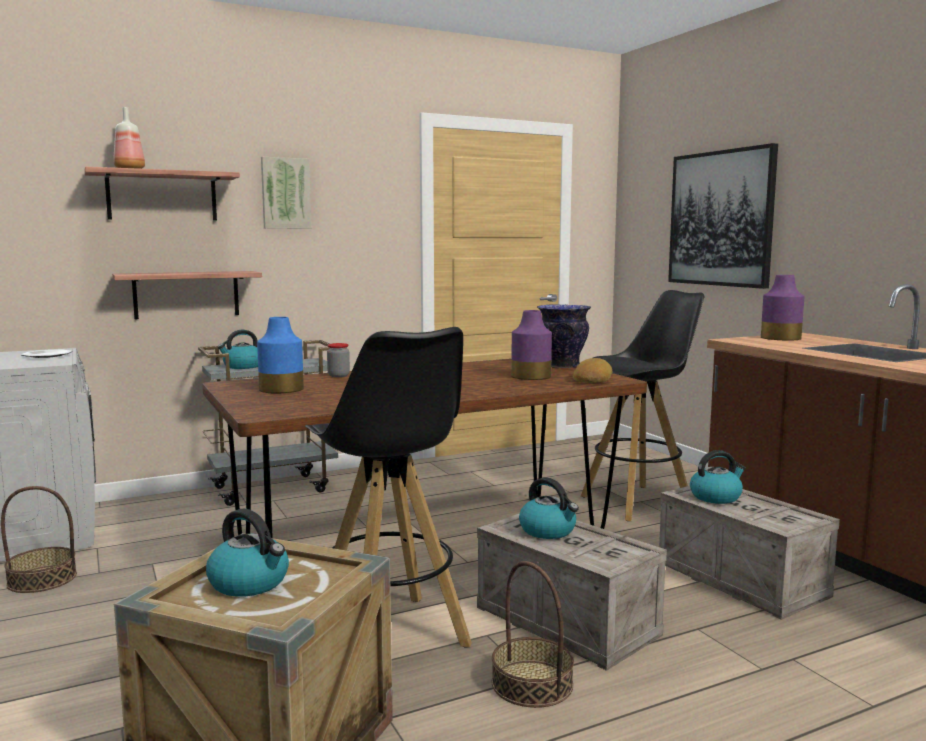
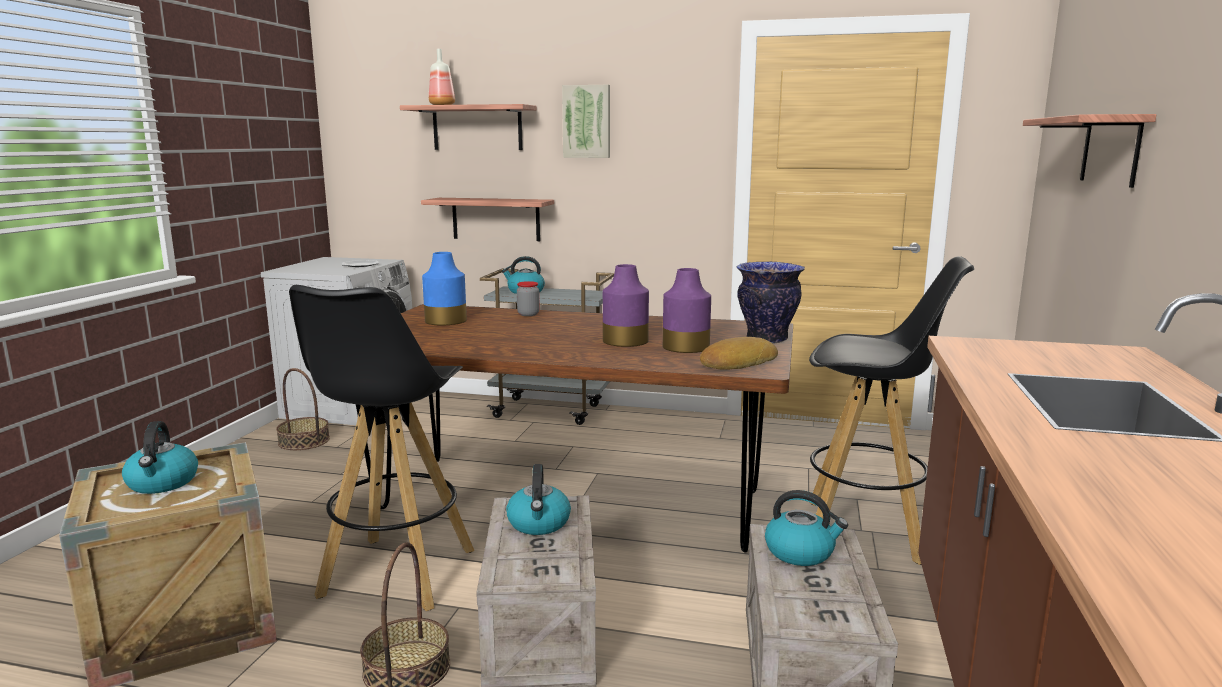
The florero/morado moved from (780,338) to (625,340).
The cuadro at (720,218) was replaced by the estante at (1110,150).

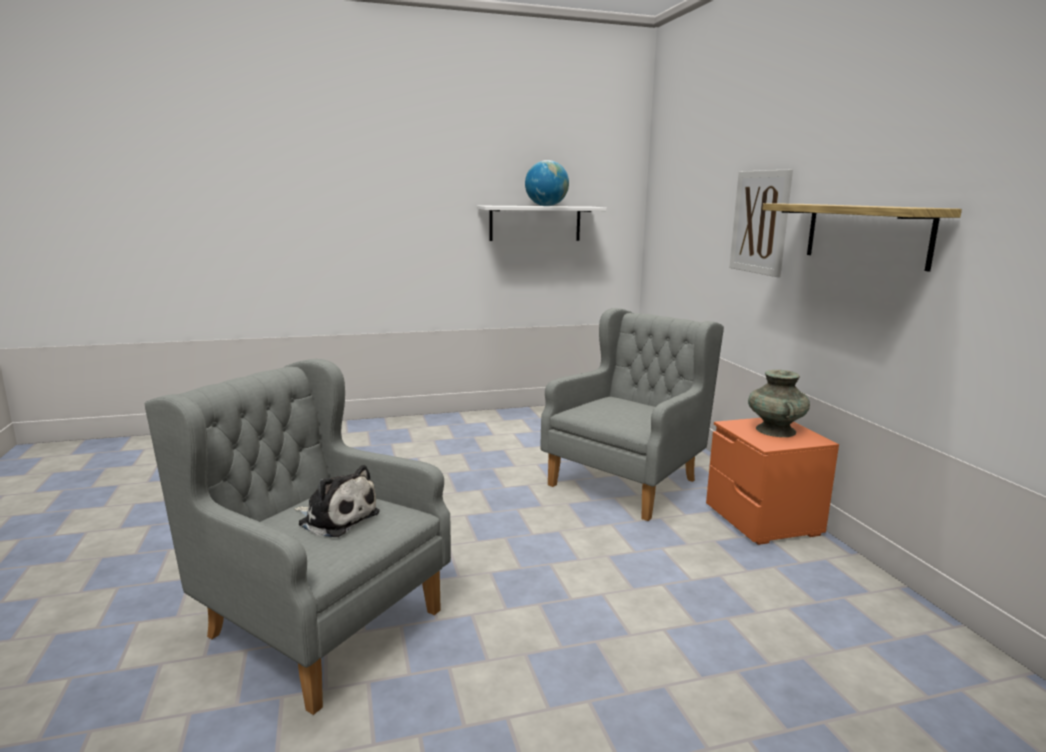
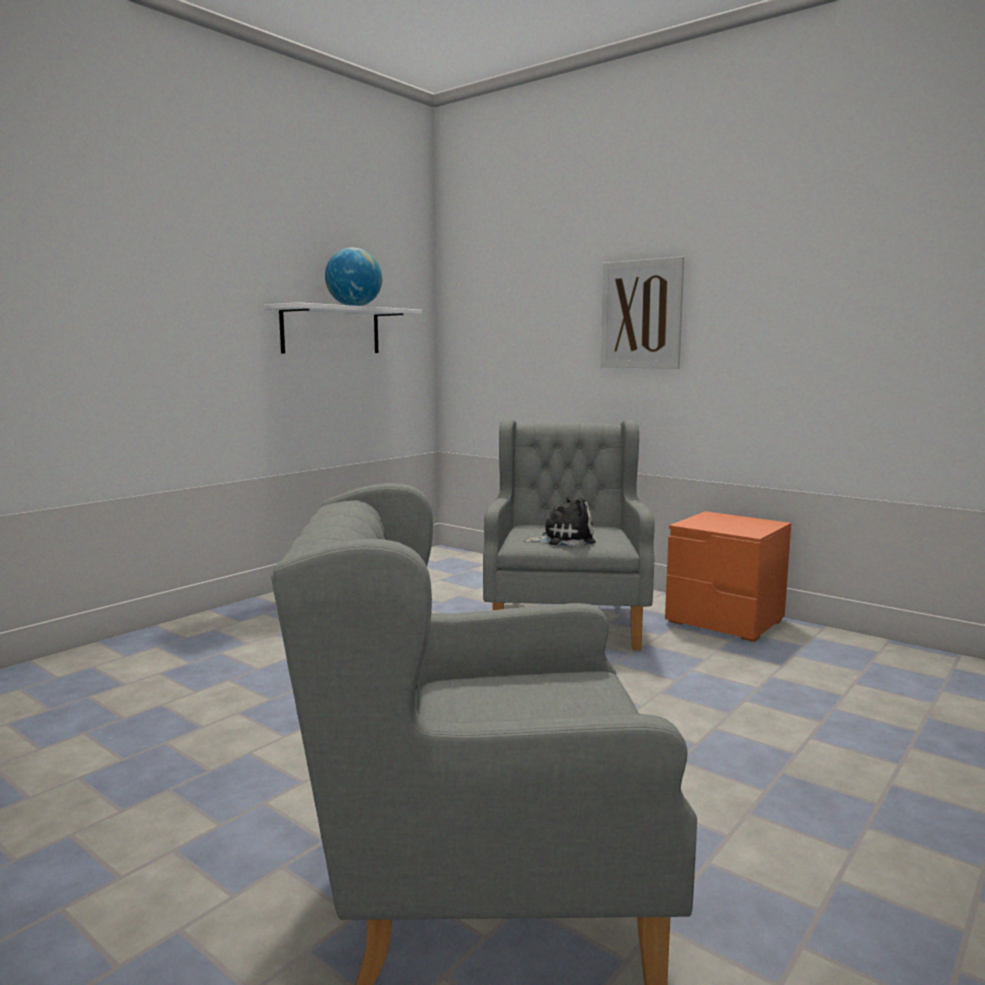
The peluche moved from (336,518) to (564,539).
The florero/turquesa at (775,430) disappeared.
The estante at (866,234) disappeared.

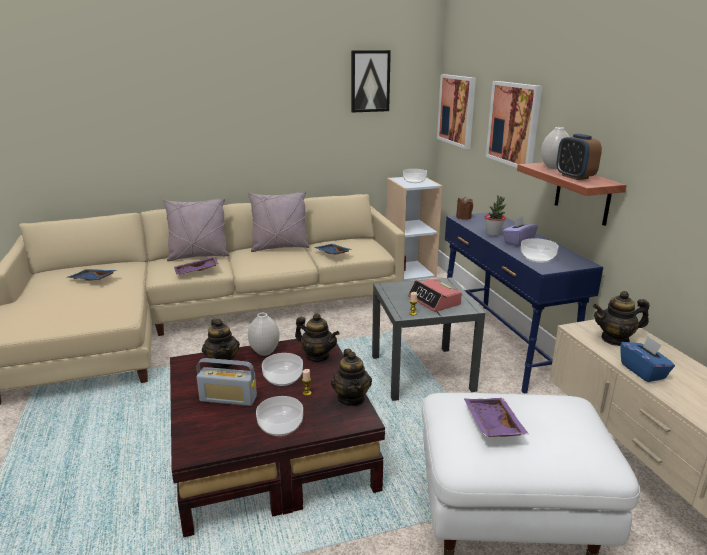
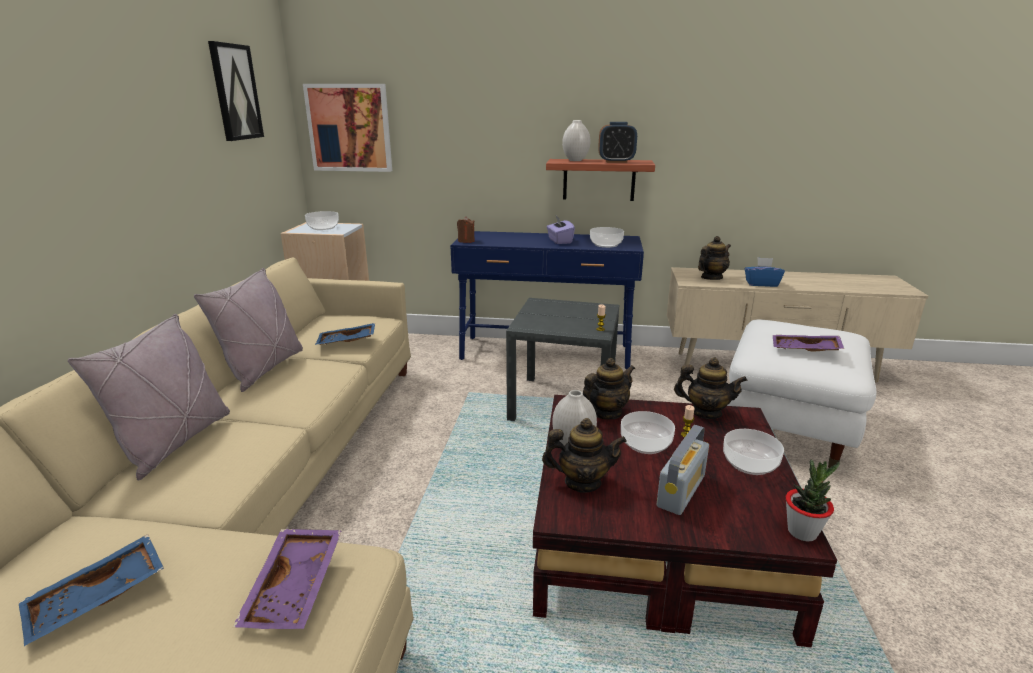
The bandeja/morado moved from (196,271) to (296,588).
The tetera at (615,339) turned 150 degrees counterclockwise.
The planta en maceta moved from (493,234) to (802,532).
The despertador at (434,301) disappeared.
The cuadro at (514,124) disappeared.

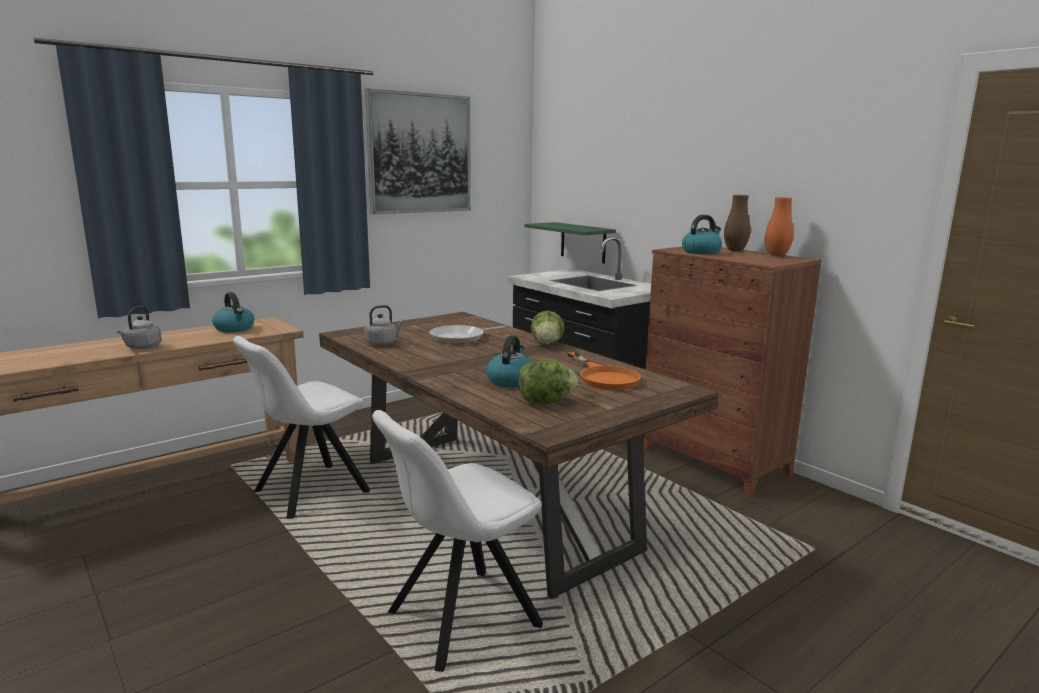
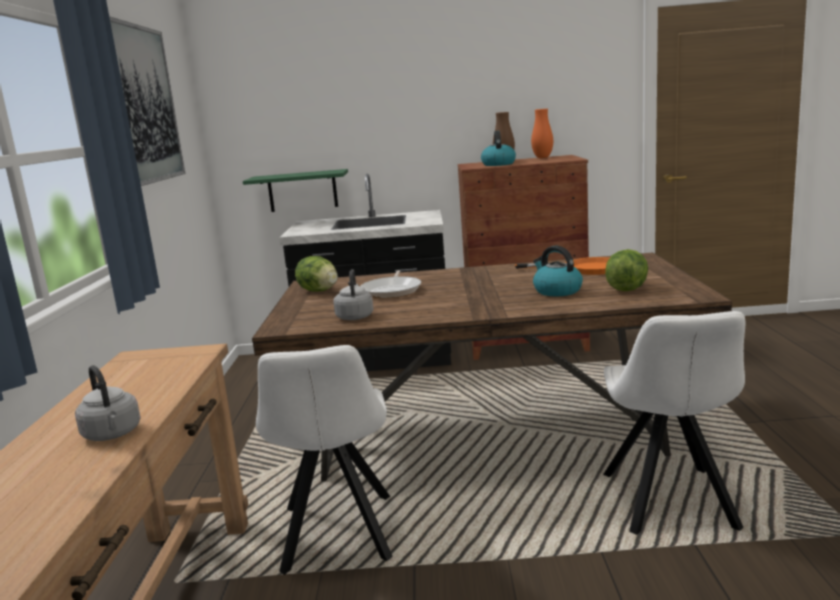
The lechuga moved from (547,344) to (319,291).
The hervidor at (235,329) disappeared.

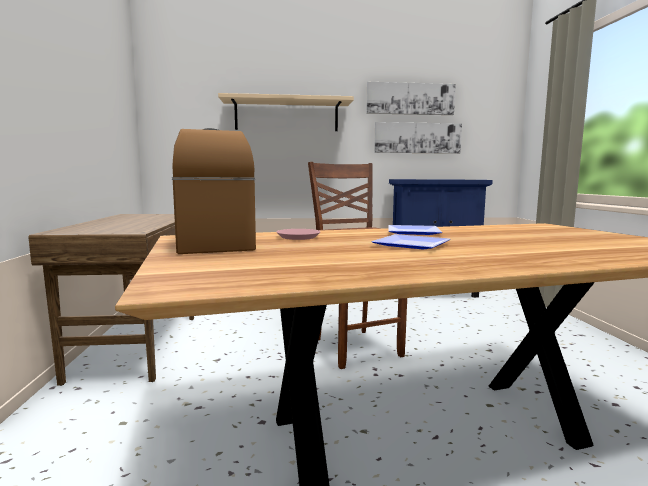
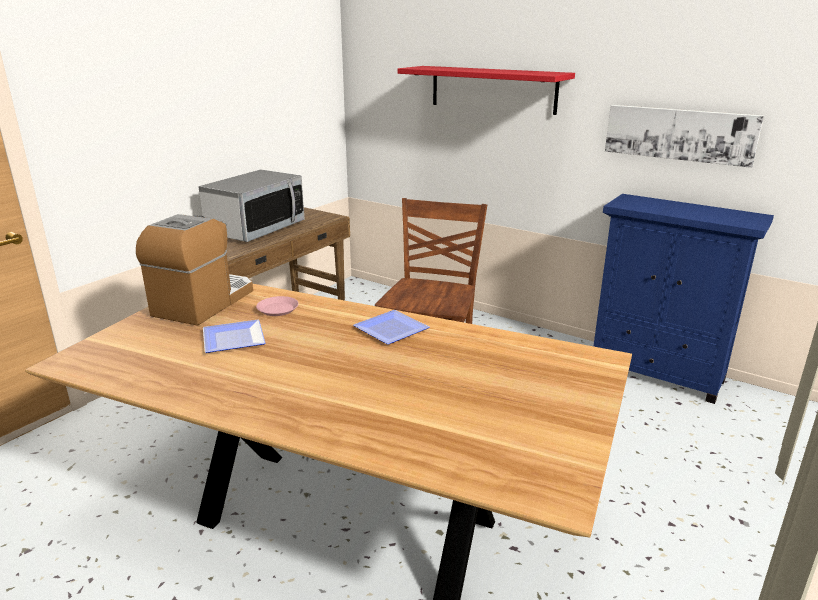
The microondas at (256,229) appeared.
The plato moved from (408,245) to (231,338).
The estante/beis at (286,115) became the estante/rojo at (492,89).
The cuadro at (410,99) disappeared.

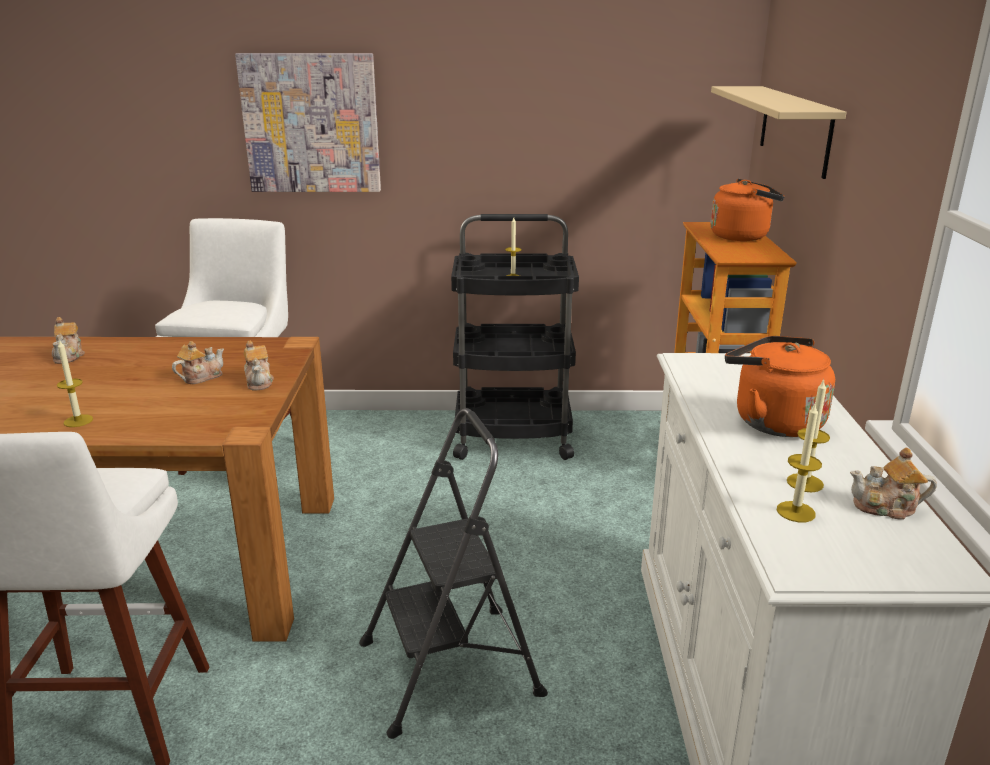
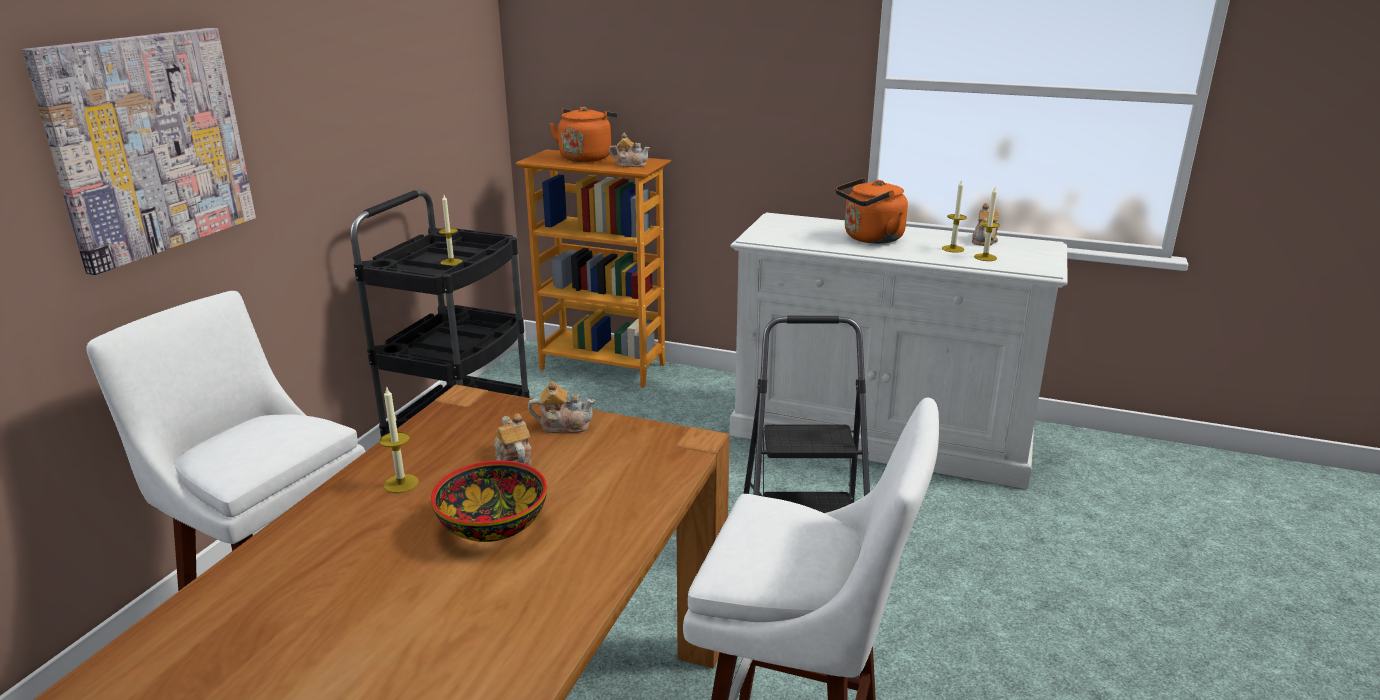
The vela moved from (78,421) to (401,483).
The cuenco at (491,525) appeared.
The tetera moved from (69,356) to (630,165).
The estante/beis at (794,129) disappeared.

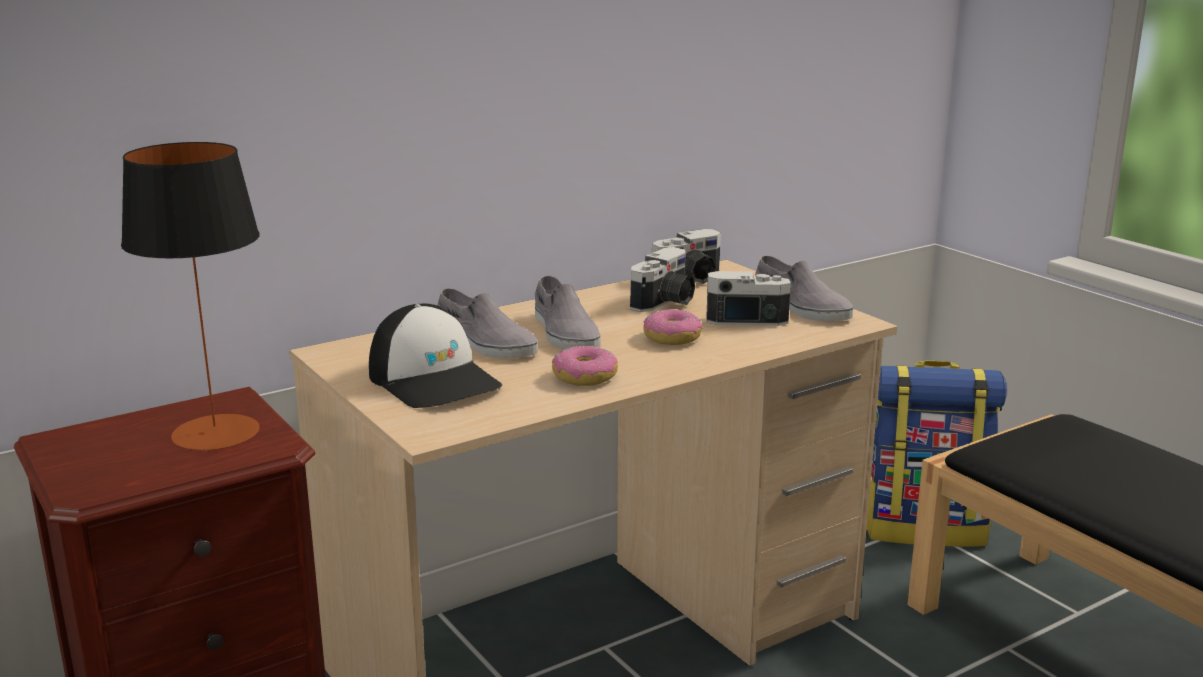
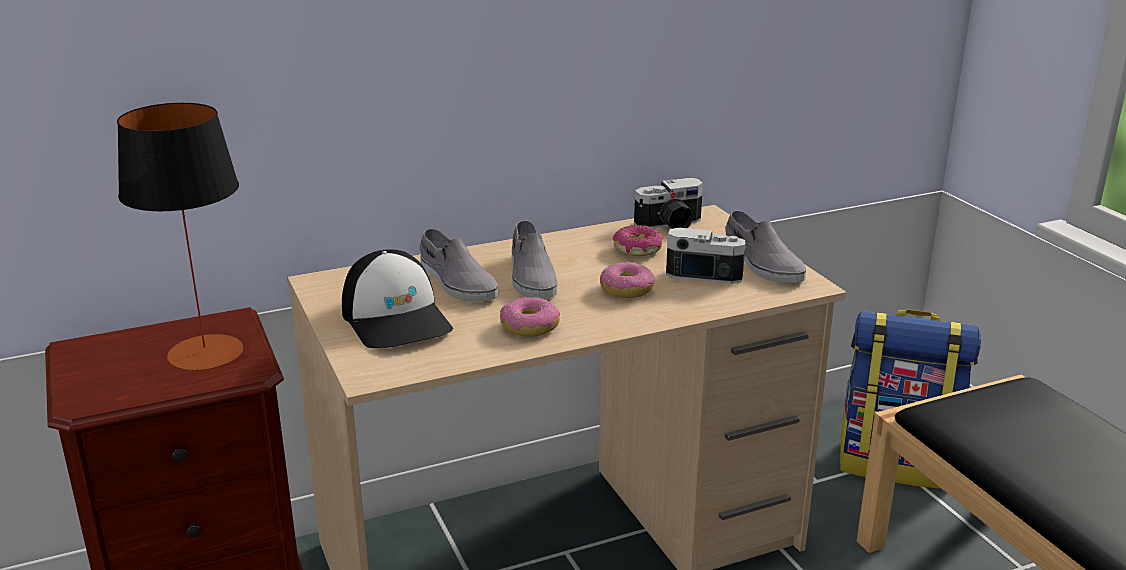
The cámara at (666,302) was replaced by the rosquilla at (637,249).

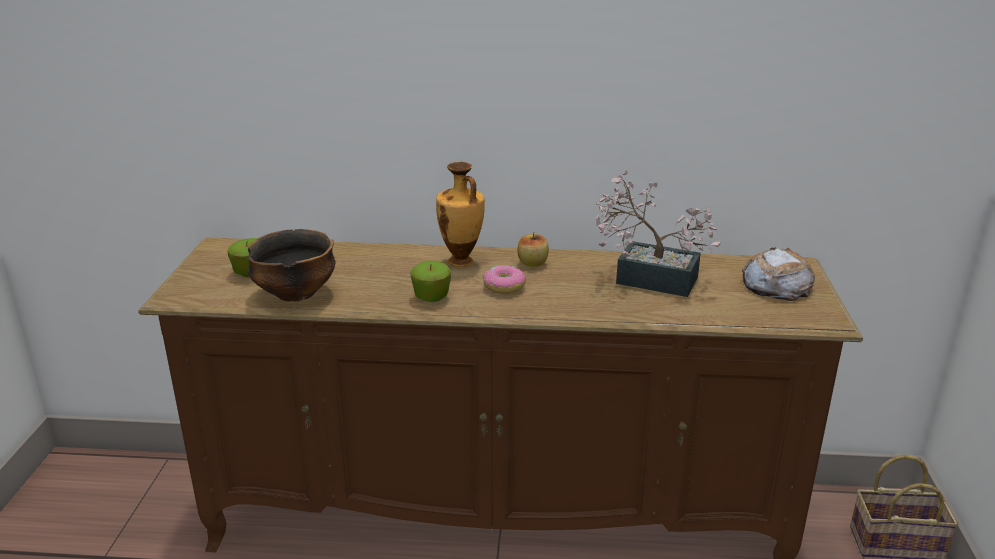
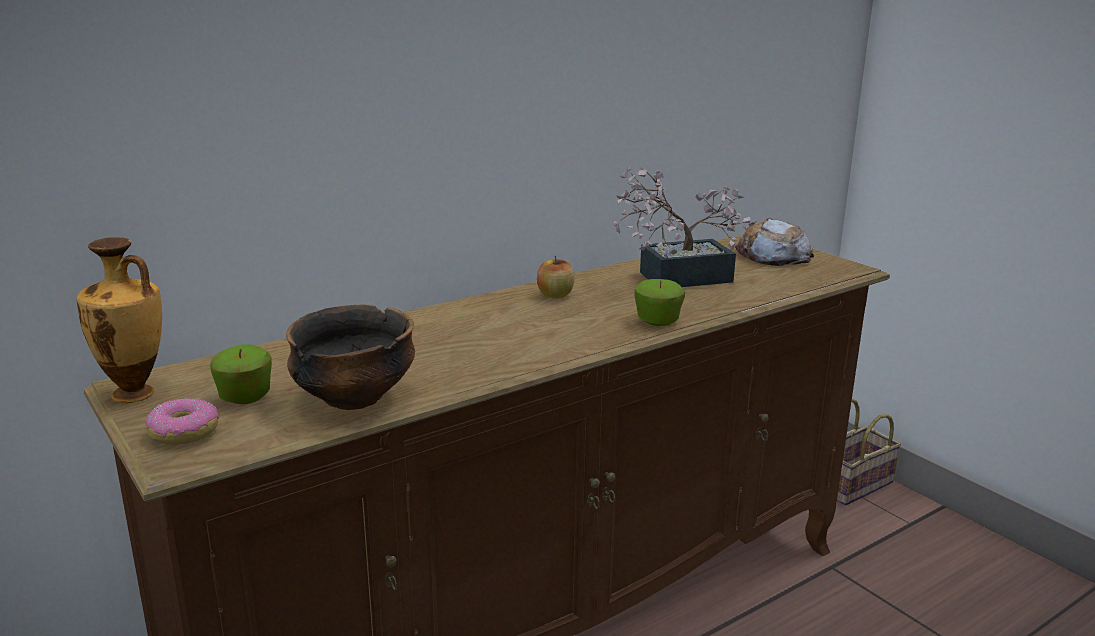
The florero moved from (461,262) to (135,395).
The rosquilla moved from (504,287) to (184,432).
The manzana moved from (431,297) to (658,322).

